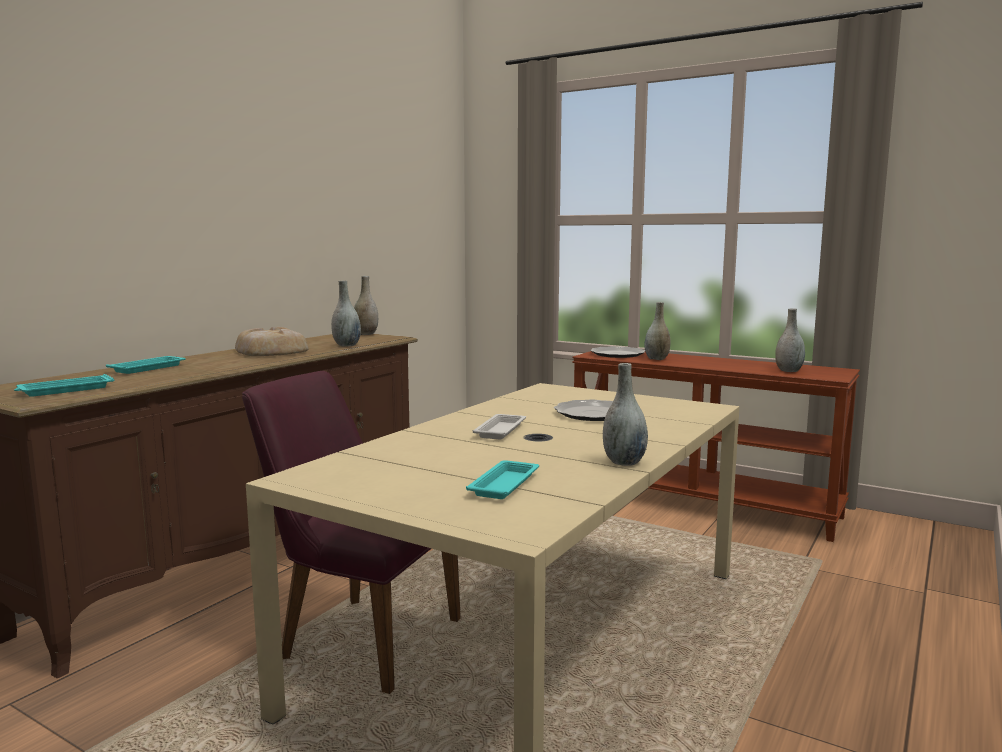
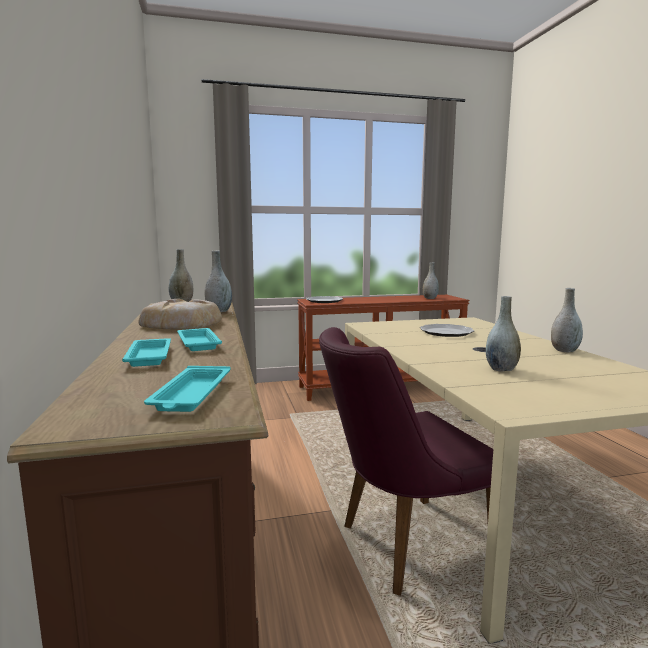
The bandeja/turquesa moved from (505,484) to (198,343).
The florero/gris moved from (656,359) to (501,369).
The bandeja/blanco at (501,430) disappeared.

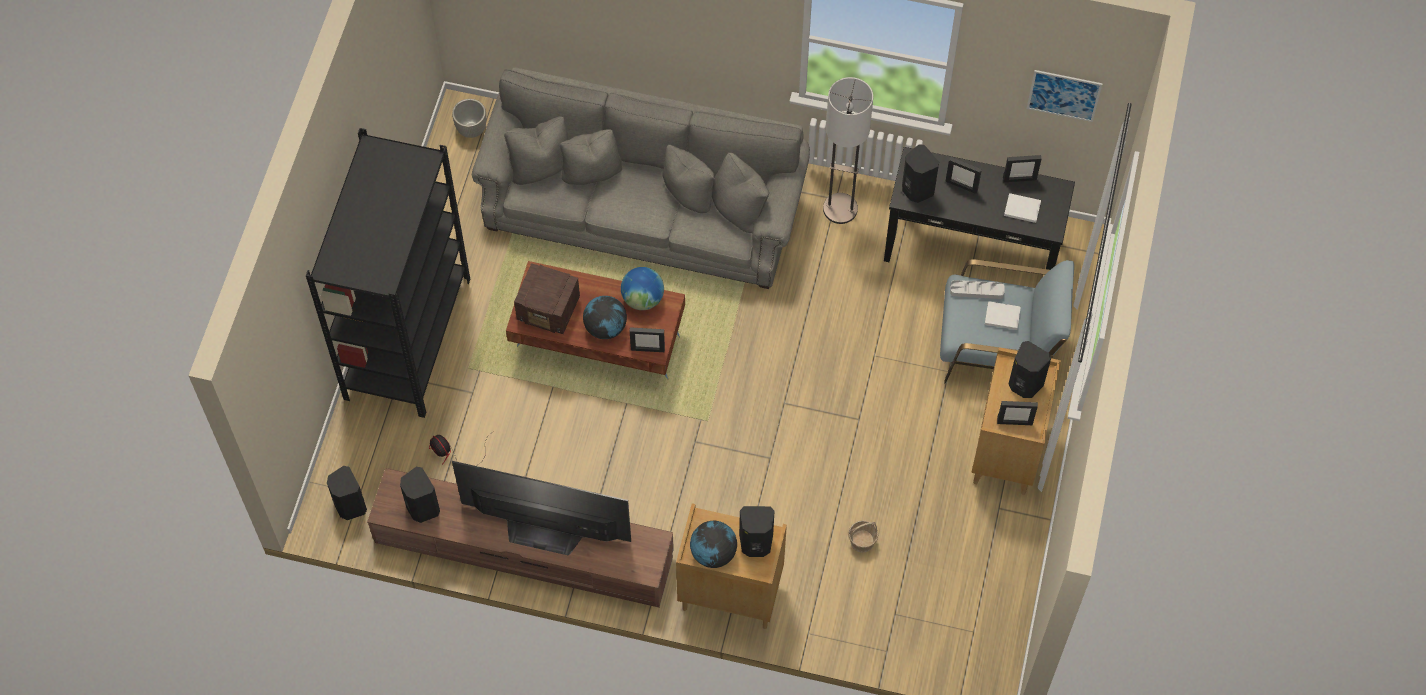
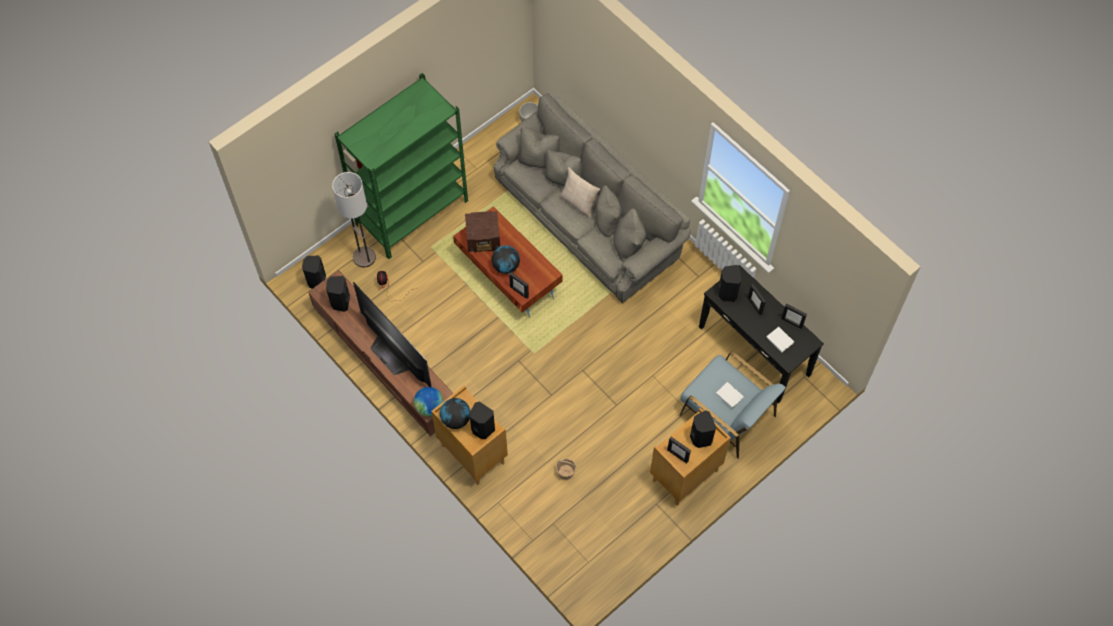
The lámpara de pie moved from (840,209) to (364,257).
The estantería/negro at (408,338) became the estantería/verde at (412,212).
The globo terráqueo moved from (643,298) to (429,407).
The radio at (549,310) turned 60 degrees counterclockwise.
The cojín/beis at (578,203) appeared.
The bandeja/gris at (976,291) disappeared.
The cuadro at (1064,95) disappeared.

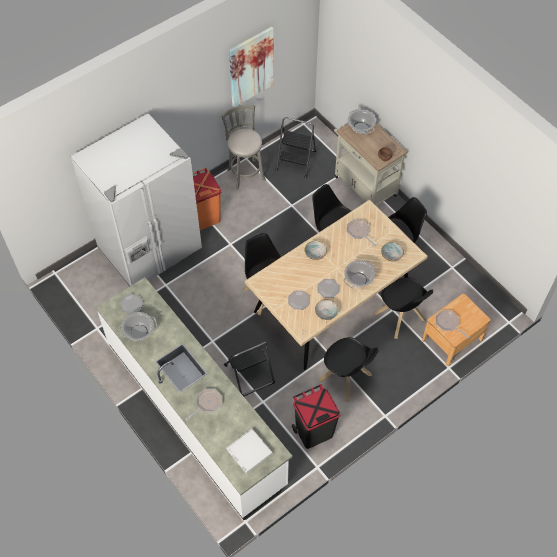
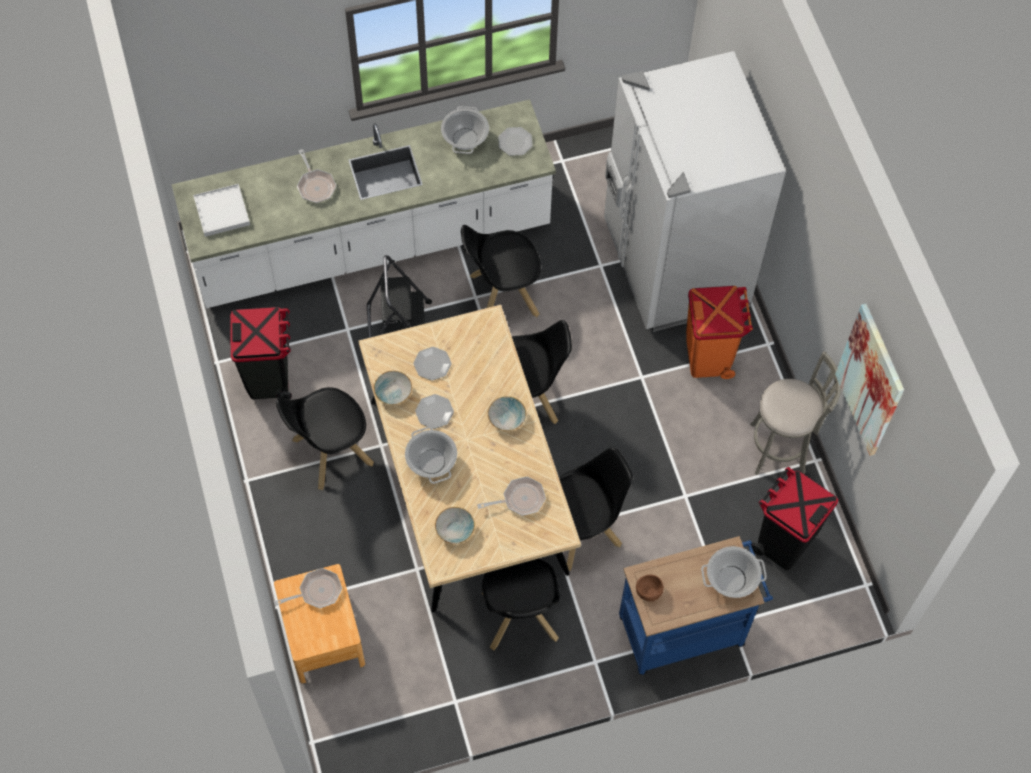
The silla/negro moved from (400,318) to (501,295).
The carrito/beis at (363,185) became the carrito/azul at (685,631).
The escalera de tijera/negro at (297,159) was replaced by the papelera/negro at (784,541).

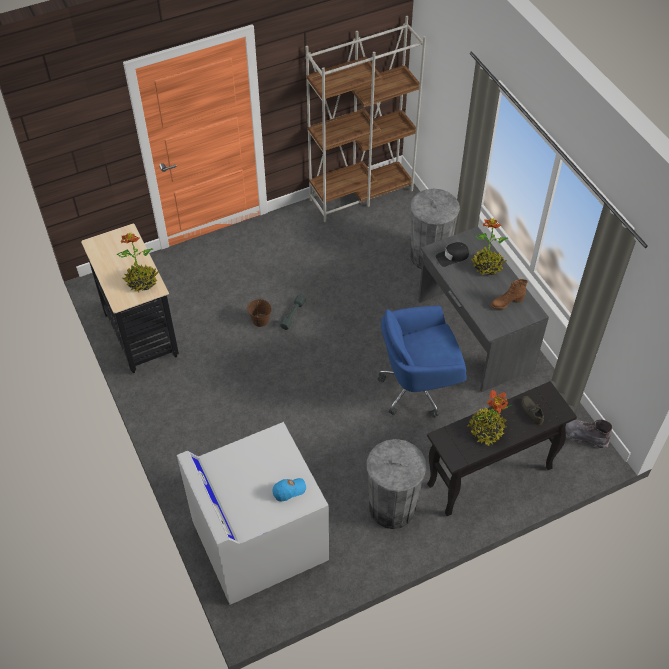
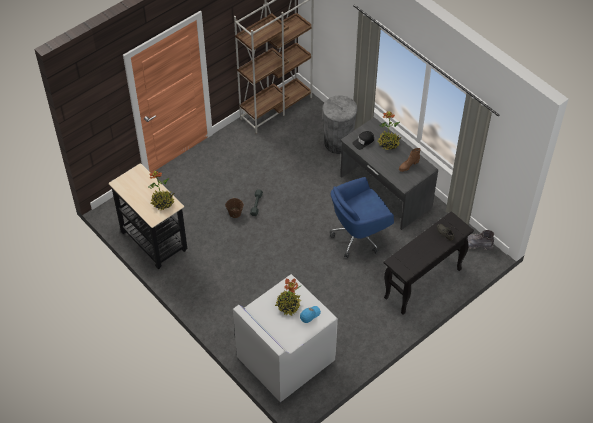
The planta en maceta moved from (486,430) to (288,305).
The papelera/gris at (392,507) disappeared.

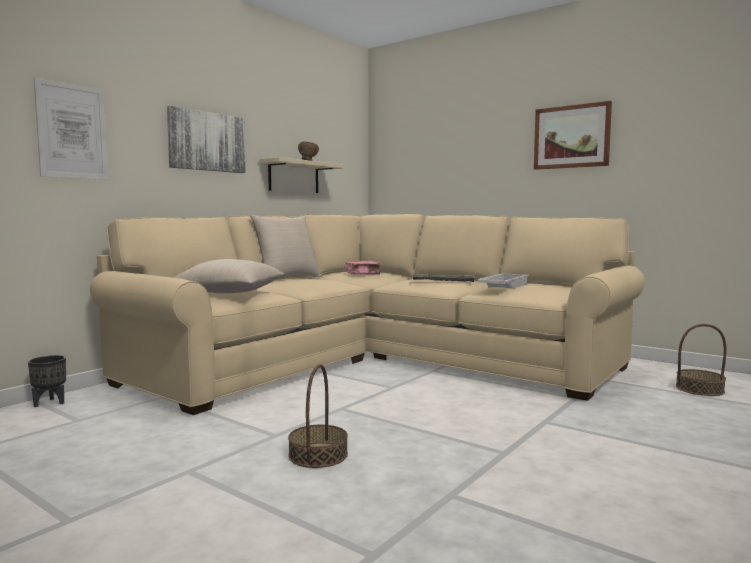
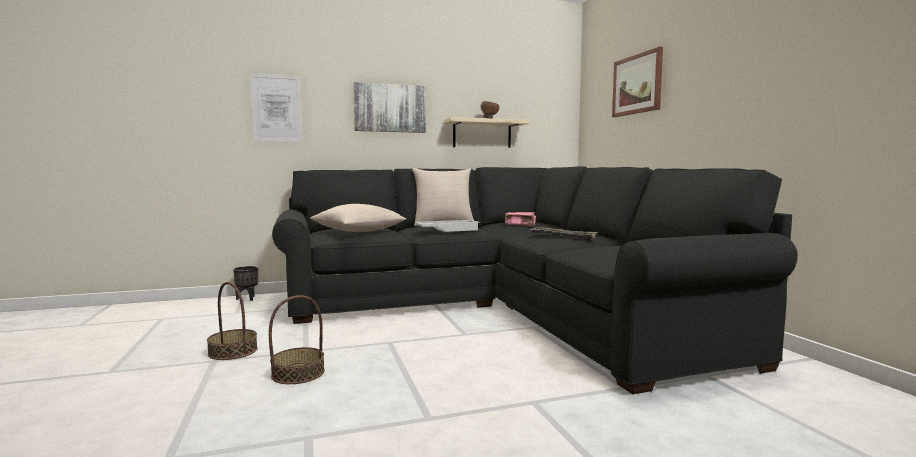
The cesta moved from (699,389) to (232,351).
The sofá/beis at (373,361) became the sofá/negro at (499,309).
The bandeja/blanco moved from (502,286) to (447,230).
The cuadro moved from (571,137) to (637,84).

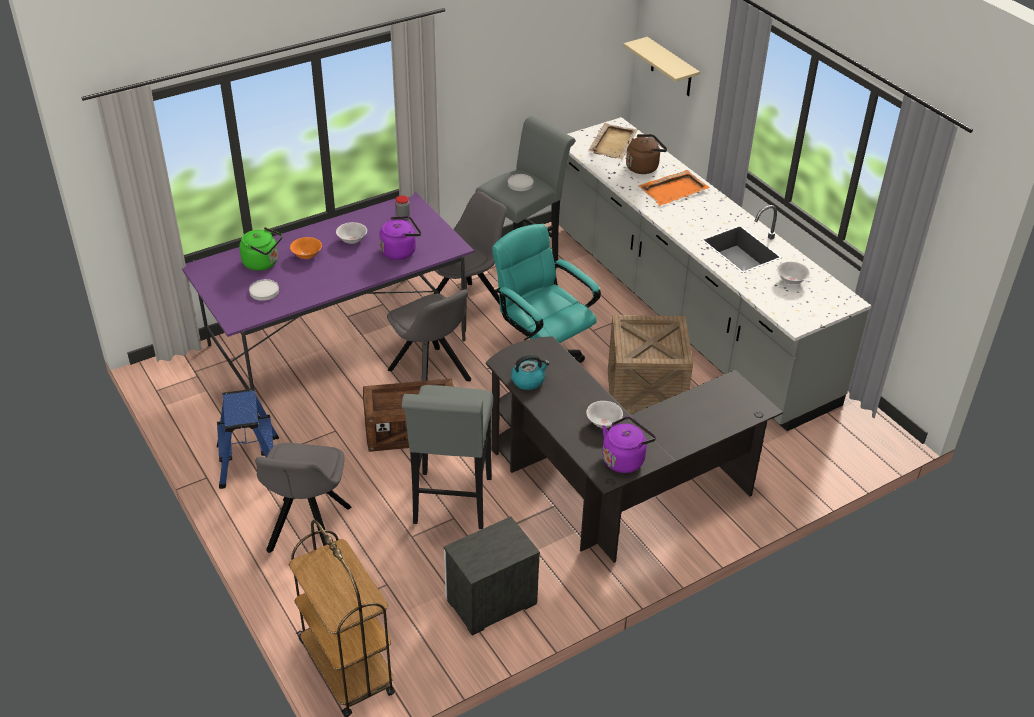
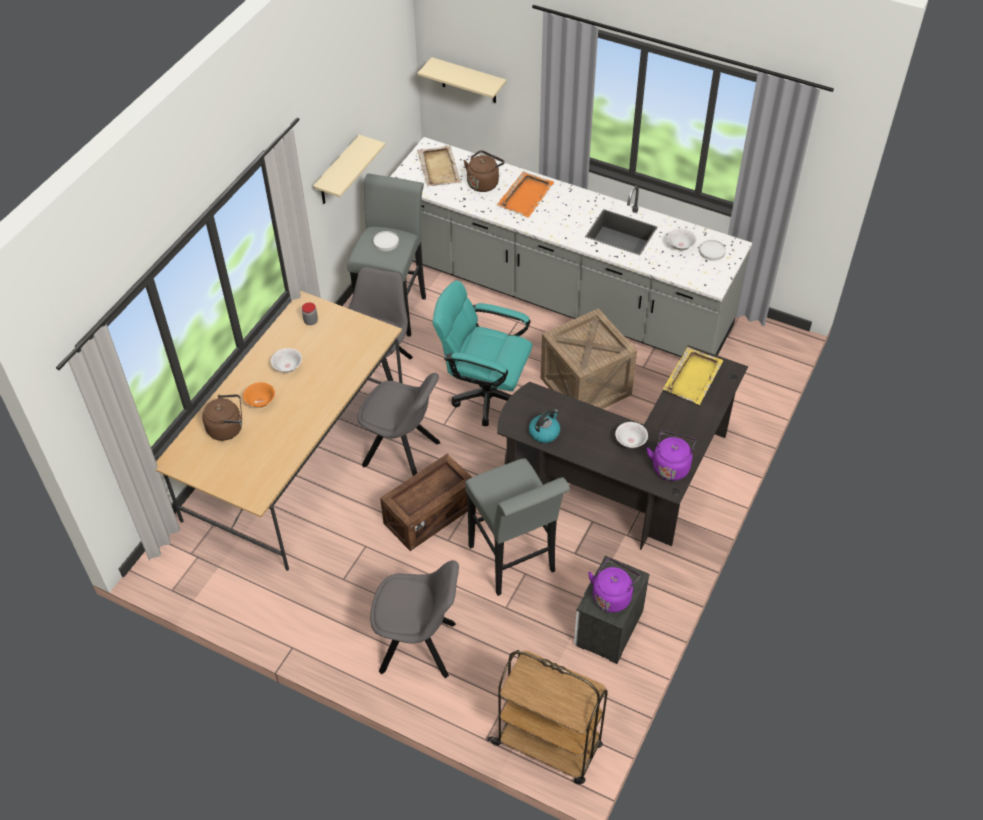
The mesa de comedor/morado at (337,342) became the mesa de comedor/beis at (296,461).
The hervidor/verde at (263,263) became the hervidor/marrón at (227,428).
The estante/beis at (338,172) appeared.
The silla/gris at (308,529) turned 60 degrees counterclockwise.
The hervidor/morado moved from (400,251) to (612,595).
The bandeja/amarillo at (693,377) appeared.
The plato/blanco moved from (264,291) to (712,251).
The escalera de tijera/azul at (249,461) disappeared.

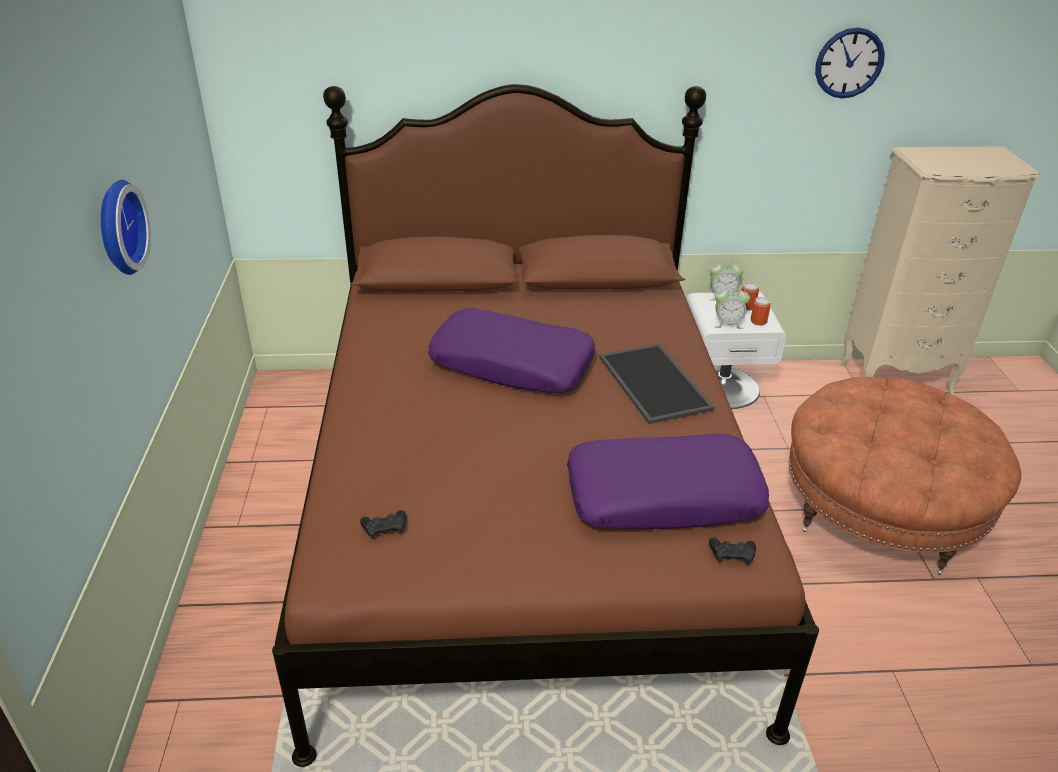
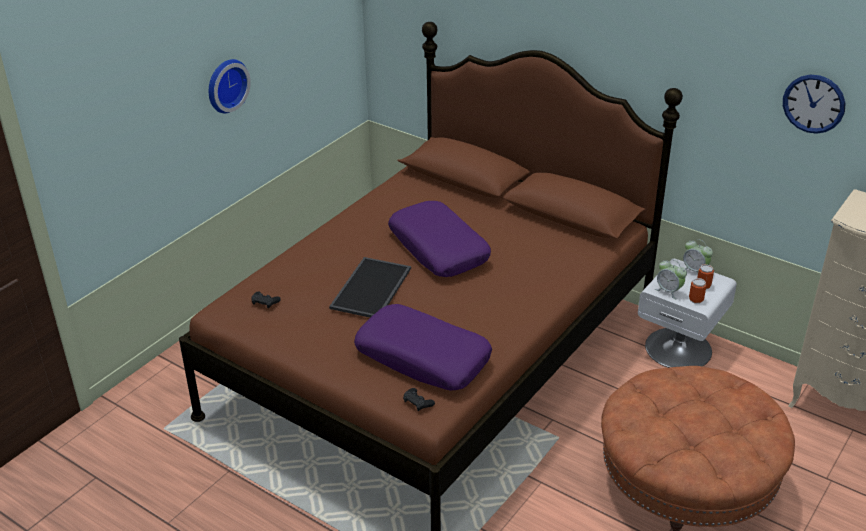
The bandeja moved from (656,383) to (372,289).

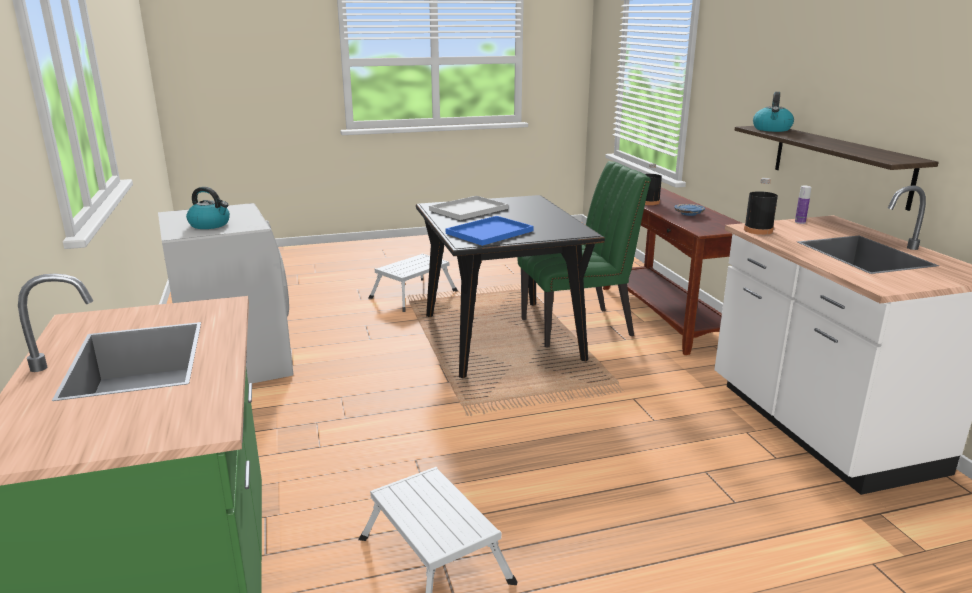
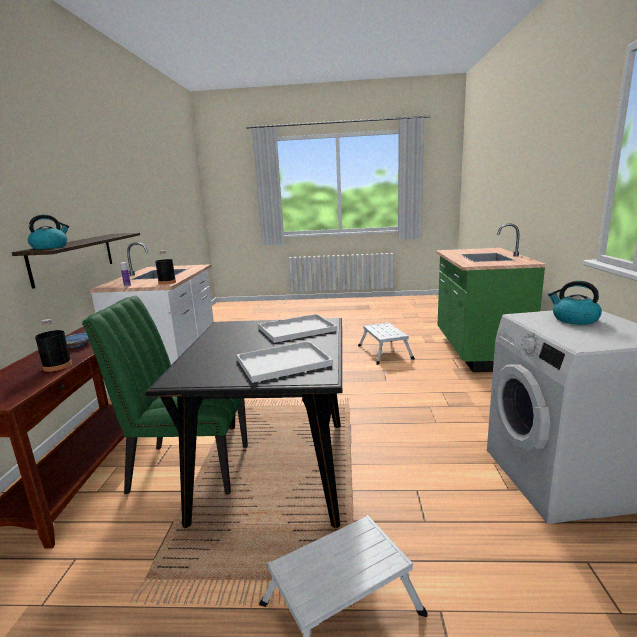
The bandeja/azul at (490,232) became the bandeja/blanco at (296,330).

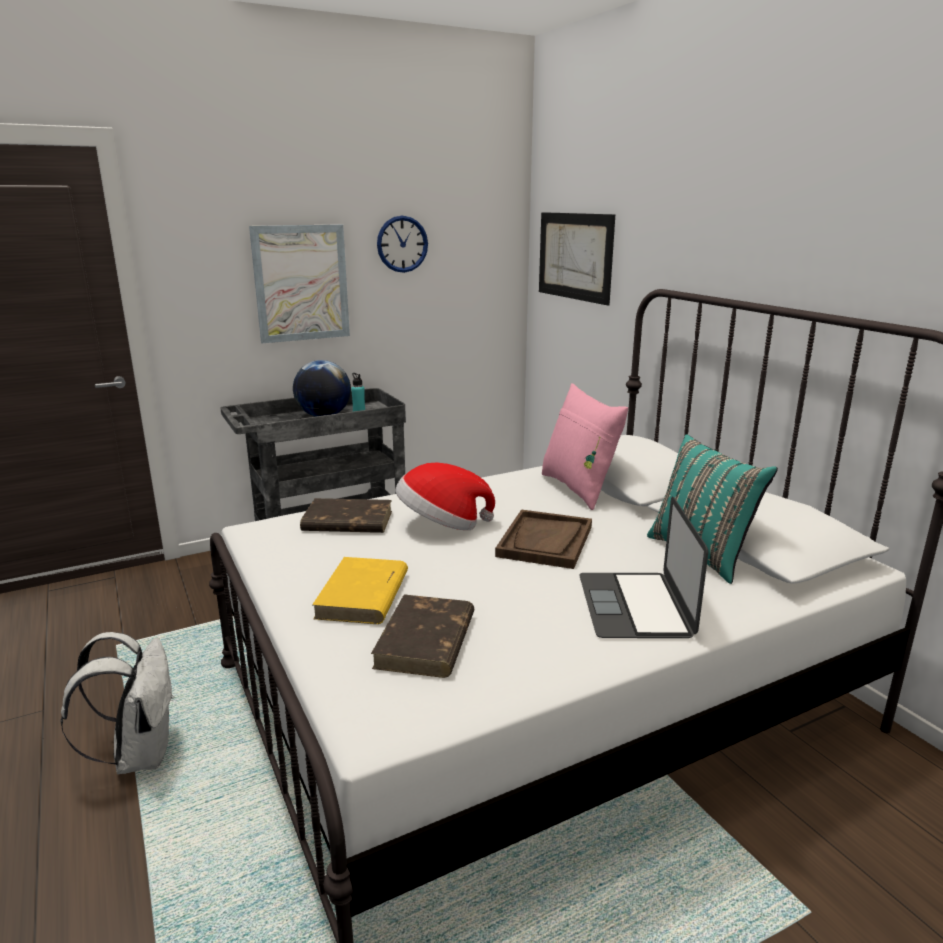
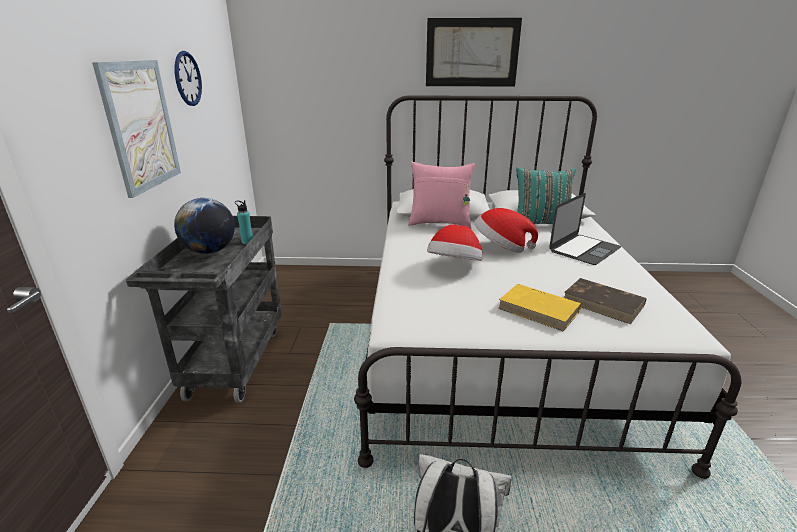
The cuadro moved from (574,256) to (472,53).
The bandeja/marrón at (545,541) was replaced by the sombrero at (501,248).
The portátil at (635,605) turned 75 degrees counterclockwise.
The libro/marrón at (347,521) disappeared.

